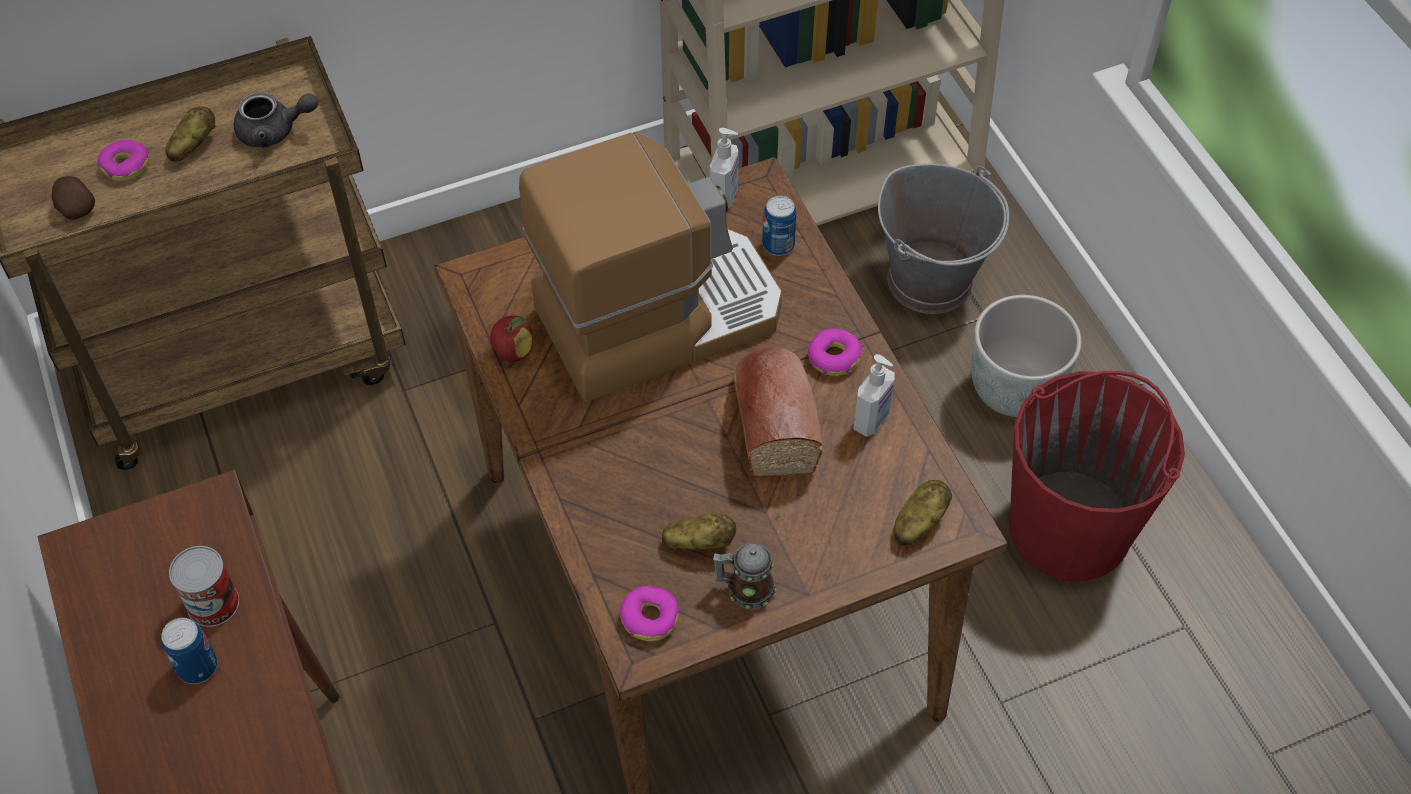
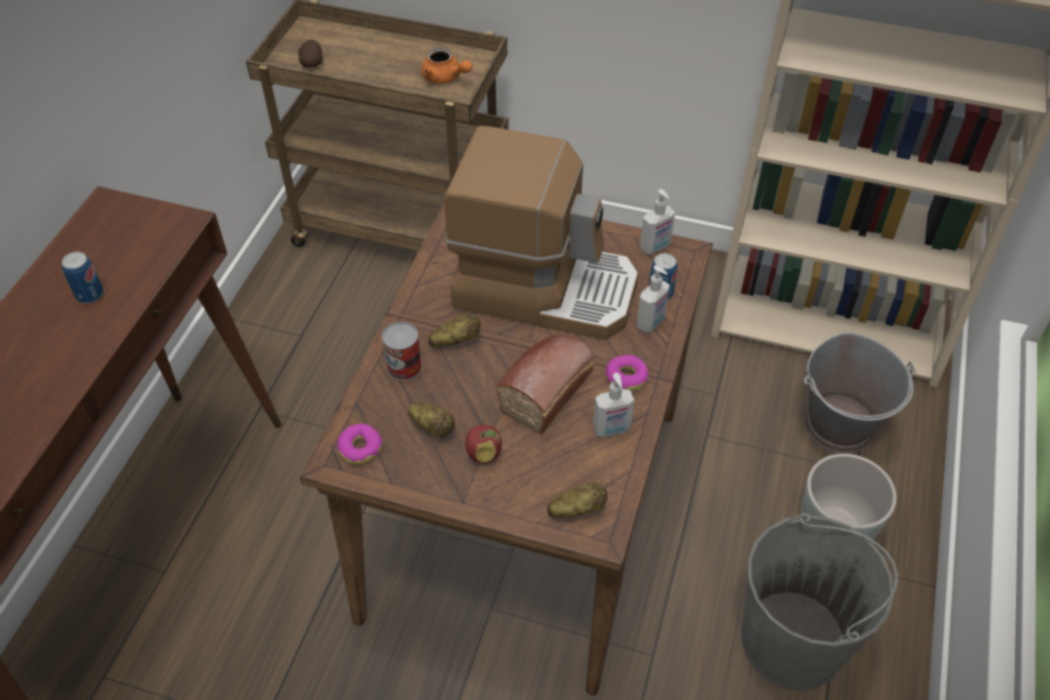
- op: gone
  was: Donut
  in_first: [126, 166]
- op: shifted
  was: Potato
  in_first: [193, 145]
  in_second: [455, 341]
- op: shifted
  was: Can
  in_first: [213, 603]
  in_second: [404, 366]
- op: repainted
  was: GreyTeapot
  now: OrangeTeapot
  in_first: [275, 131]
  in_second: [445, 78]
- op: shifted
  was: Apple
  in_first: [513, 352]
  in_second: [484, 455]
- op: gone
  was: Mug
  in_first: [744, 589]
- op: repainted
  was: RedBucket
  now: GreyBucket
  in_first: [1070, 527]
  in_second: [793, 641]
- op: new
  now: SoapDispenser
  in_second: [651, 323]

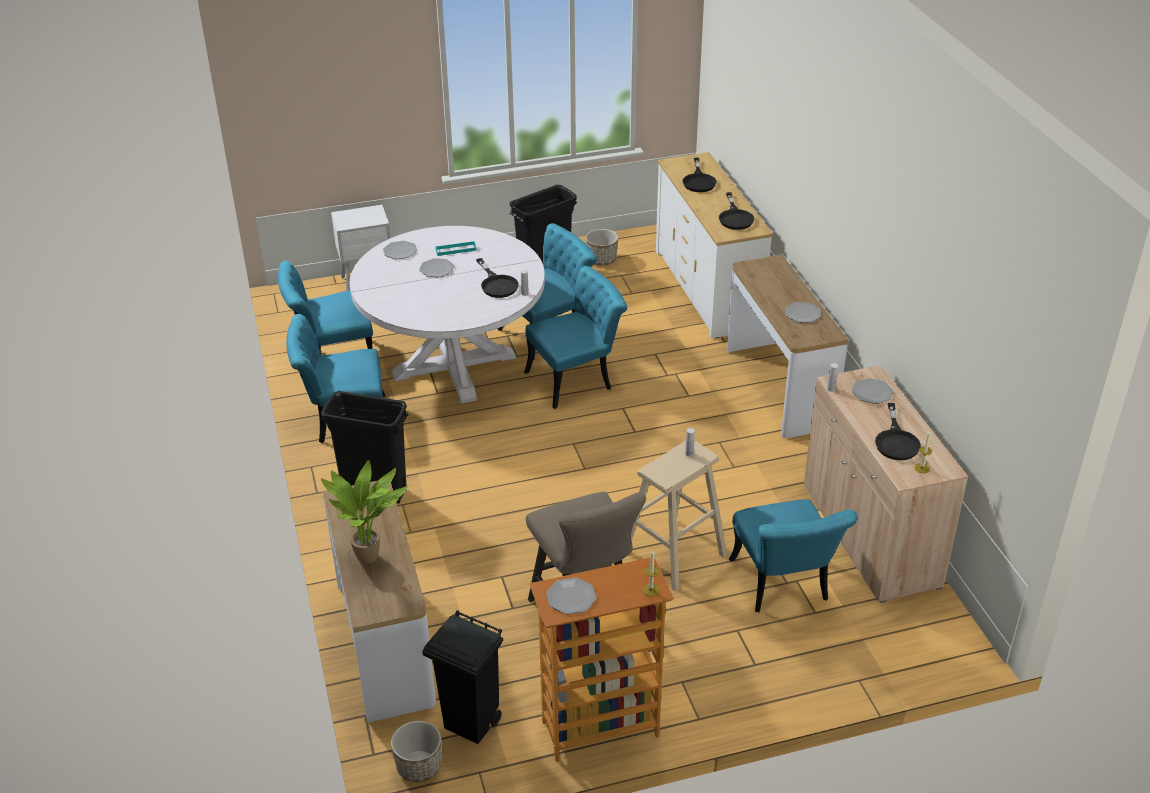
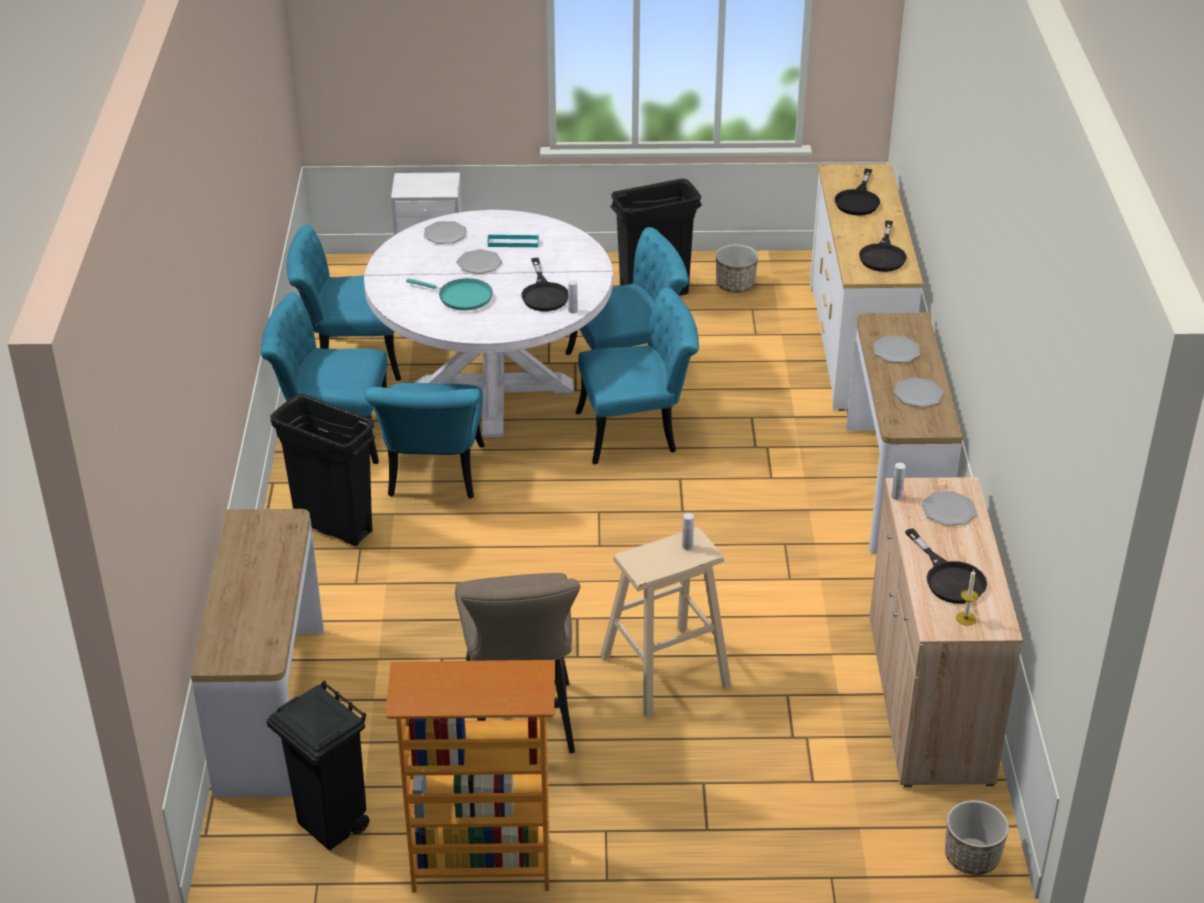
- op: gone
  was: PottedPlant
  in_first: [371, 556]
- op: shifted
  was: Planter
  in_first: [419, 766]
  in_second: [971, 857]
- op: shifted
  was: Plate
  in_first: [571, 597]
  in_second: [896, 351]
- op: gone
  was: Candle
  in_first: [651, 590]
- op: shifted
  was: TurquoiseChair
  in_first: [783, 587]
  in_second: [434, 479]
- op: rotated
  was: BlackFryingPan
  in_first: [896, 441]
  in_second: [949, 578]
  clockwise: -45
- op: new
  now: TurquoiseFryingPan
  in_second: [461, 297]

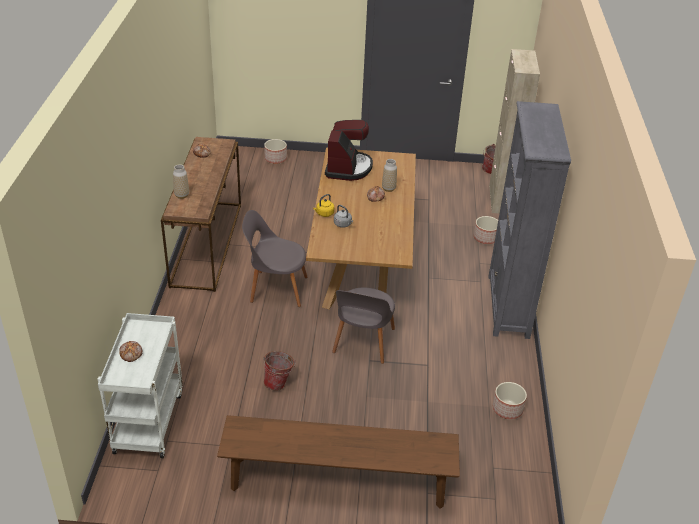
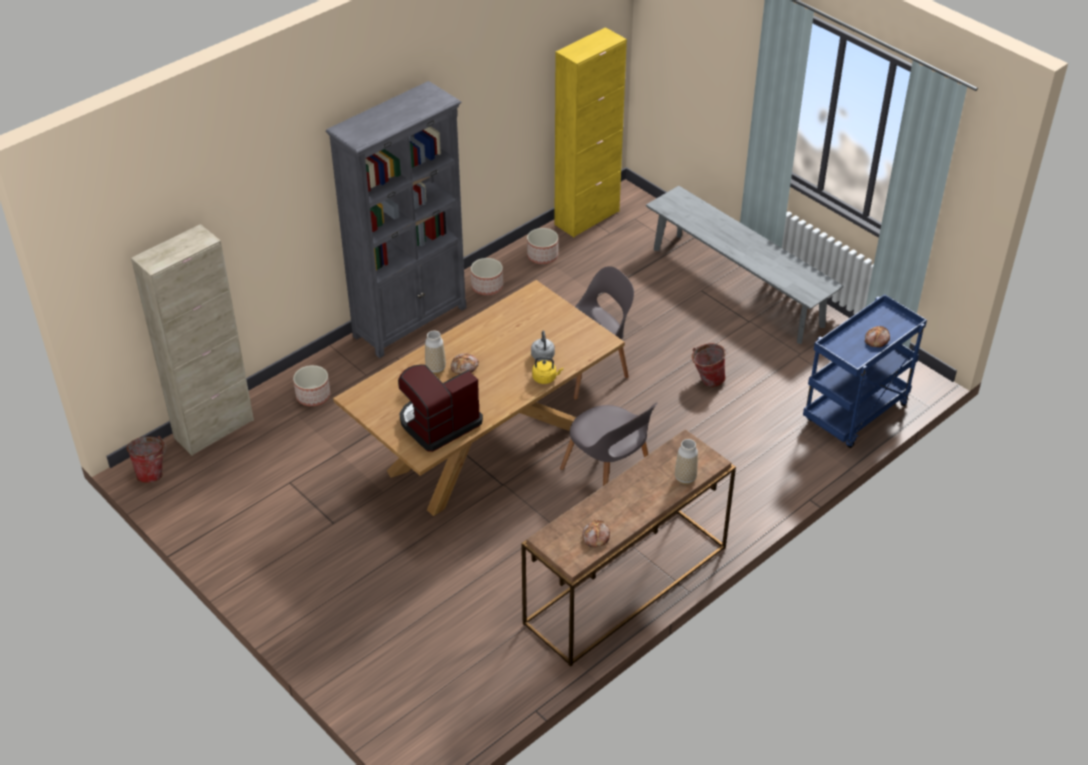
- op: repainted
  was: WhiteCart
  now: BlueCart
  in_first: [148, 421]
  in_second: [855, 415]
- op: repainted
  was: BrownBench
  now: GreyBench
  in_first: [338, 482]
  in_second: [737, 287]
- op: shifted
  was: Planter
  in_first: [275, 159]
  in_second: [487, 286]
- op: new
  now: YellowCabinet
  in_second: [587, 218]

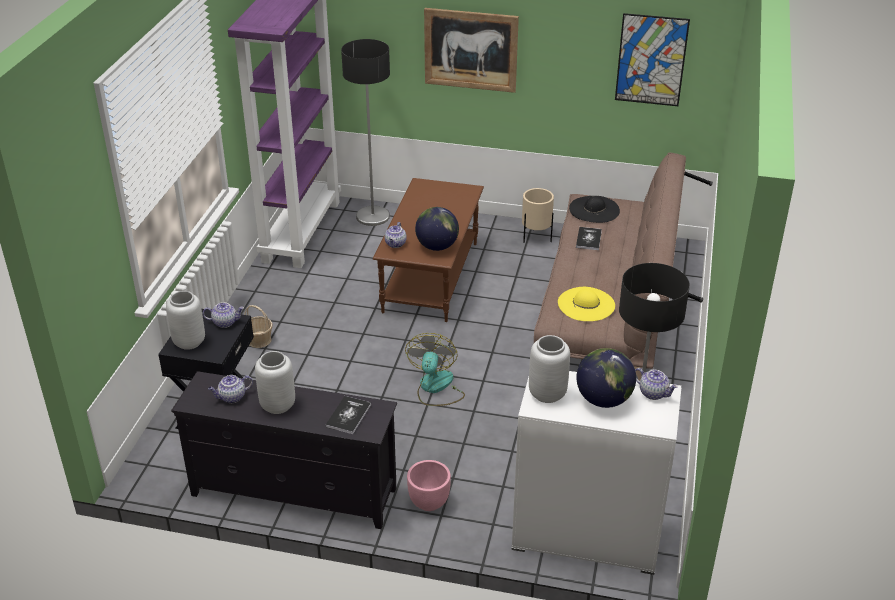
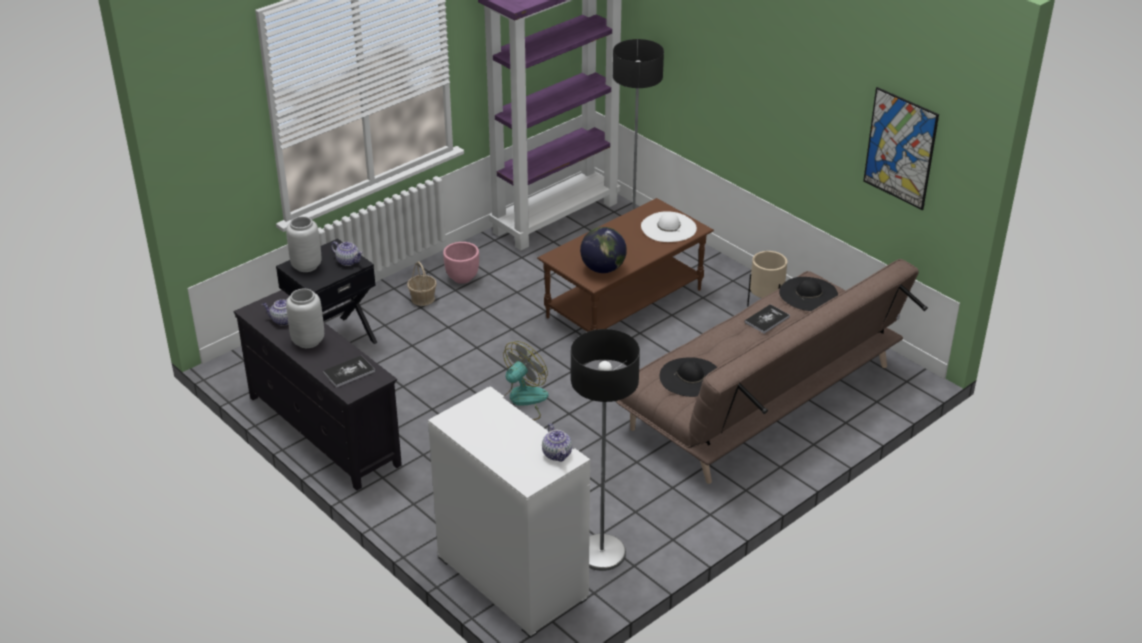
- op: gone
  was: Teapot
  in_first: [395, 244]
- op: shifted
  was: PinkPlanter
  in_first: [428, 503]
  in_second: [462, 278]
- op: gone
  was: Picture
  in_first: [470, 50]
- op: gone
  was: GreyVase
  in_first: [548, 394]
- op: repainted
  was: YellowHat
  now: BlackHat
  in_first: [586, 304]
  in_second: [690, 377]
- op: gone
  was: Globe
  in_first: [603, 400]
- op: new
  now: WhiteHat
  in_second: [668, 227]

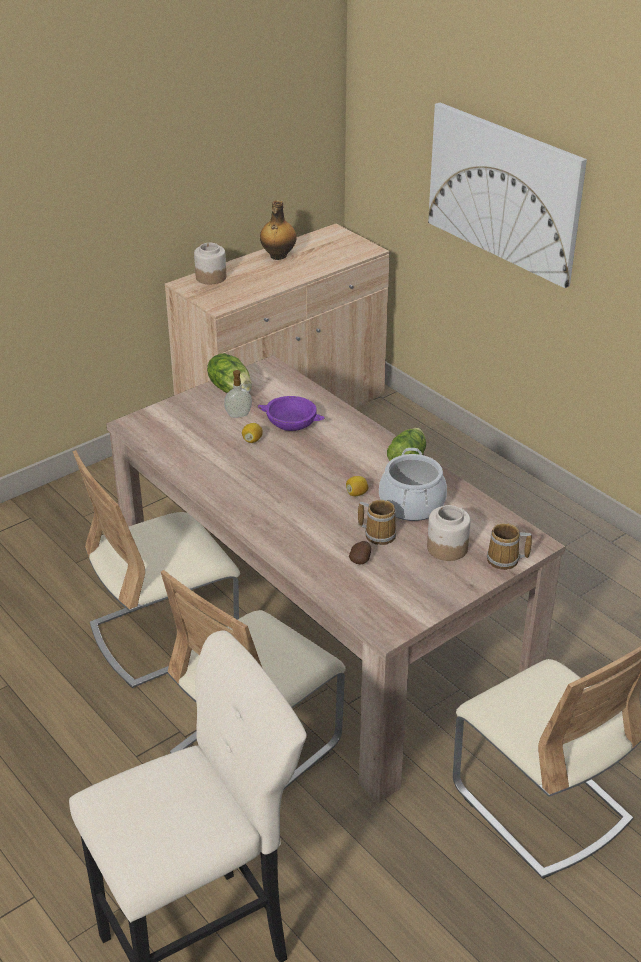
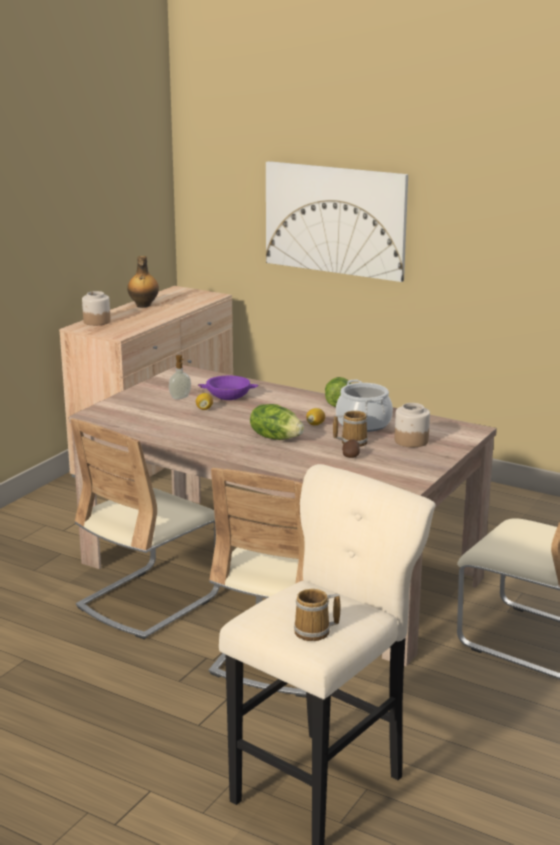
- op: shifted
  was: Lettuce
  in_first: [231, 389]
  in_second: [276, 437]
- op: shifted
  was: Mug
  in_first: [505, 560]
  in_second: [315, 631]

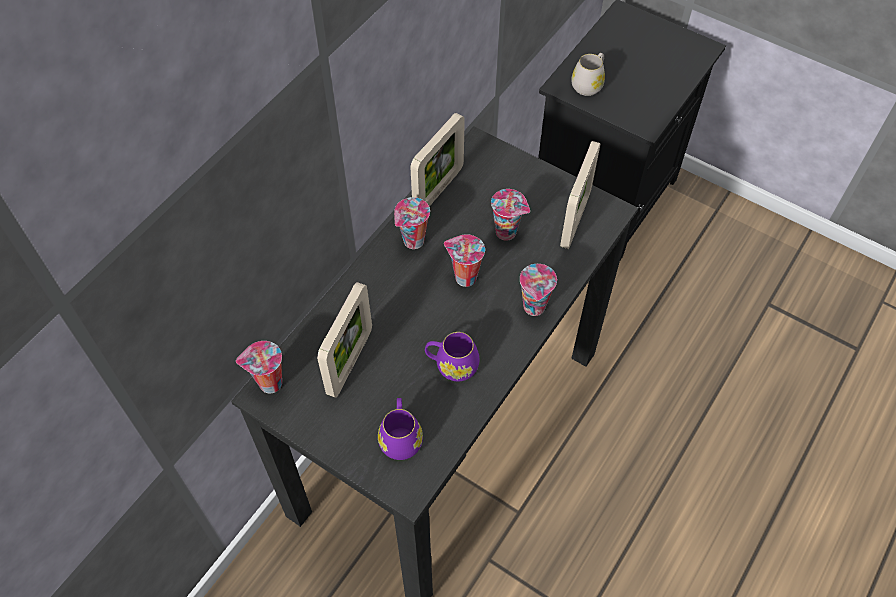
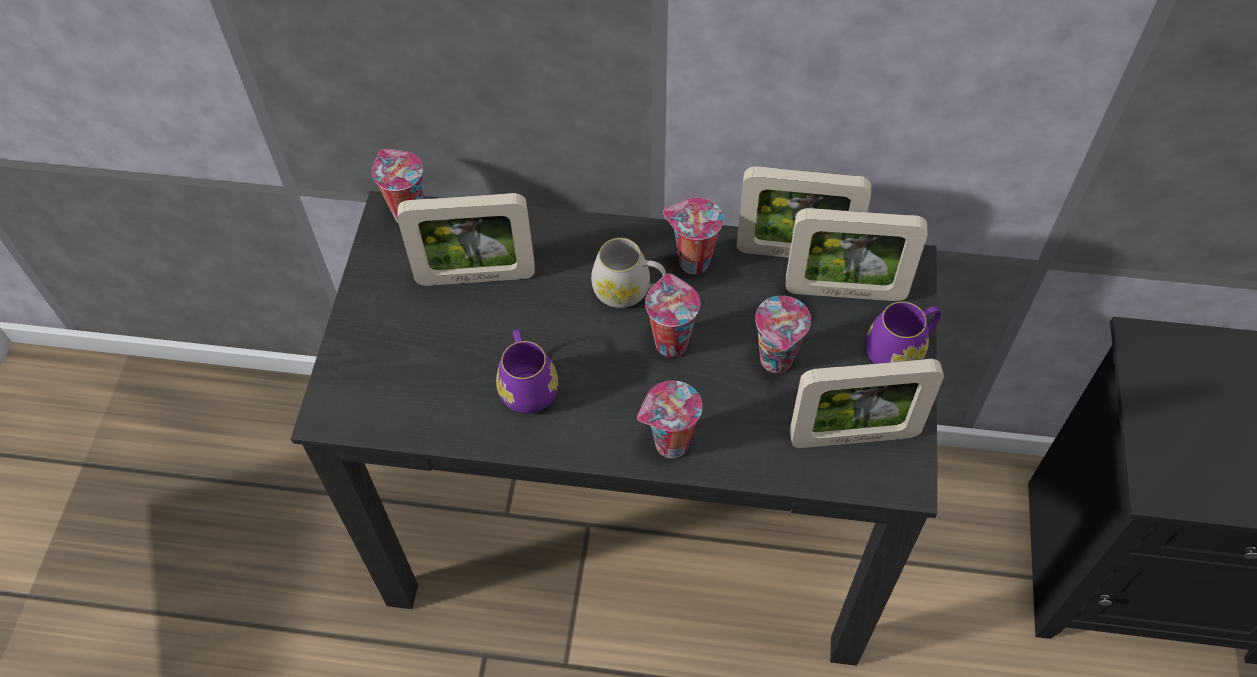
- op: shifted
  was: PurpleMug
  in_first: [400, 437]
  in_second: [900, 350]
- op: shifted
  was: WhiteMug
  in_first: [589, 84]
  in_second: [629, 291]
- op: new
  now: PictureFrame
  in_second: [845, 292]

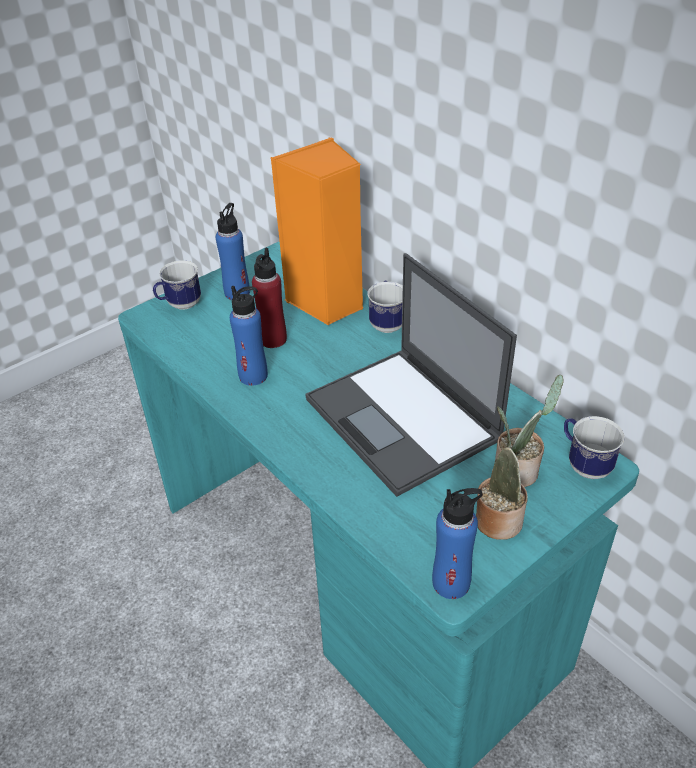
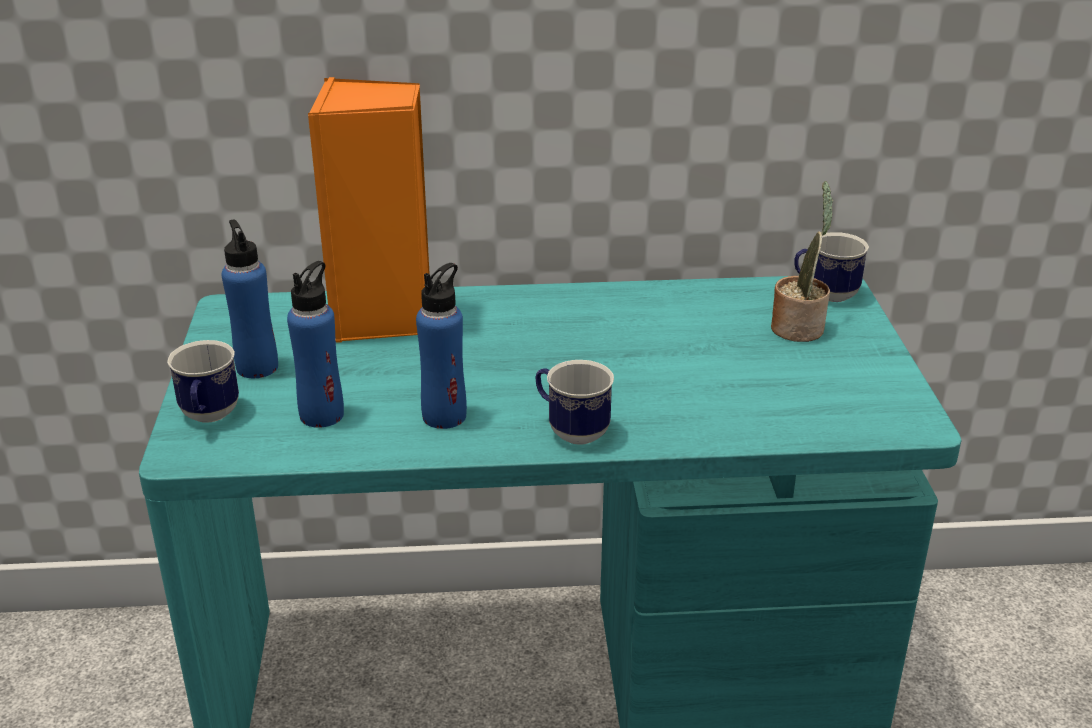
- op: gone
  was: RedBottle
  in_first: [273, 339]
- op: gone
  was: Laptop
  in_first: [404, 420]
- op: shifted
  was: Mug
  in_first: [387, 322]
  in_second: [571, 430]
- op: shifted
  was: BlueBottle
  in_first: [451, 583]
  in_second: [322, 415]
- op: gone
  was: PottedPlant
  in_first: [497, 518]

